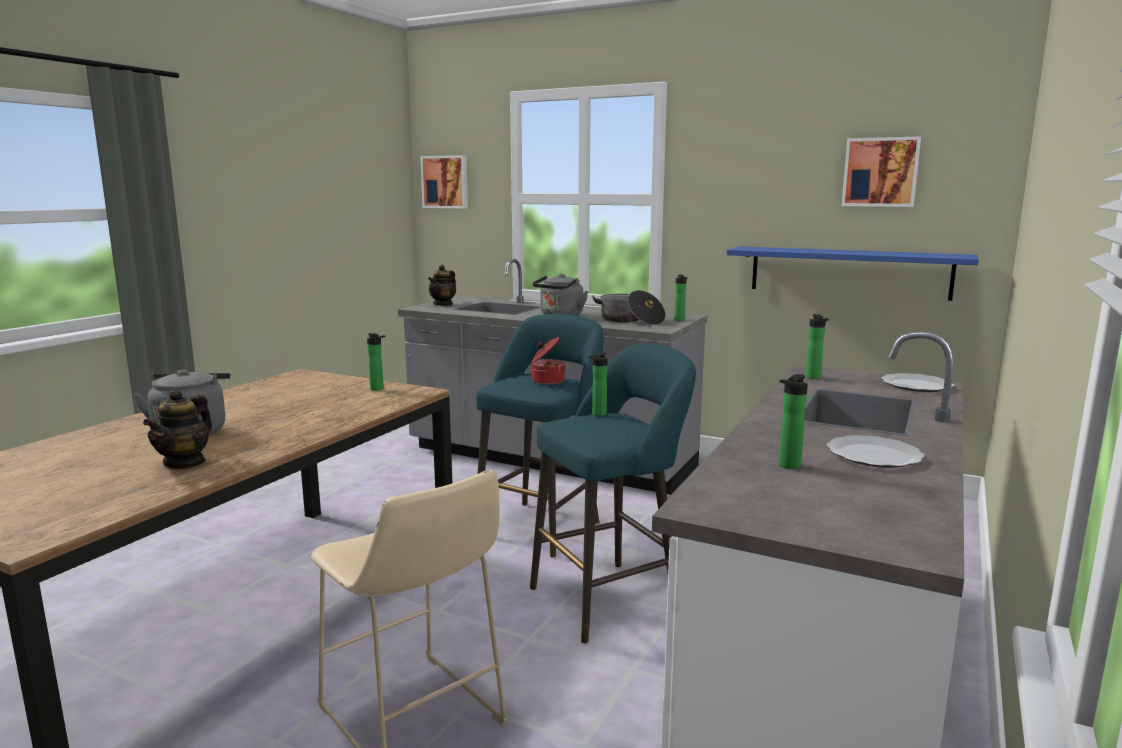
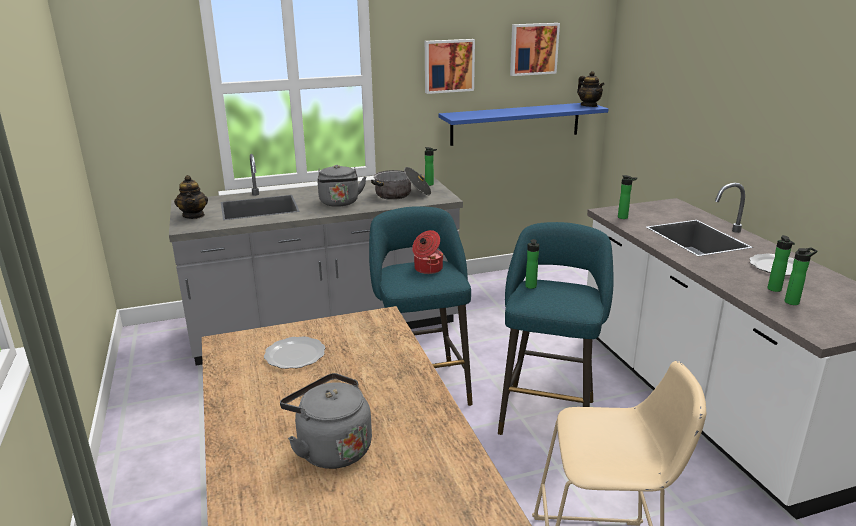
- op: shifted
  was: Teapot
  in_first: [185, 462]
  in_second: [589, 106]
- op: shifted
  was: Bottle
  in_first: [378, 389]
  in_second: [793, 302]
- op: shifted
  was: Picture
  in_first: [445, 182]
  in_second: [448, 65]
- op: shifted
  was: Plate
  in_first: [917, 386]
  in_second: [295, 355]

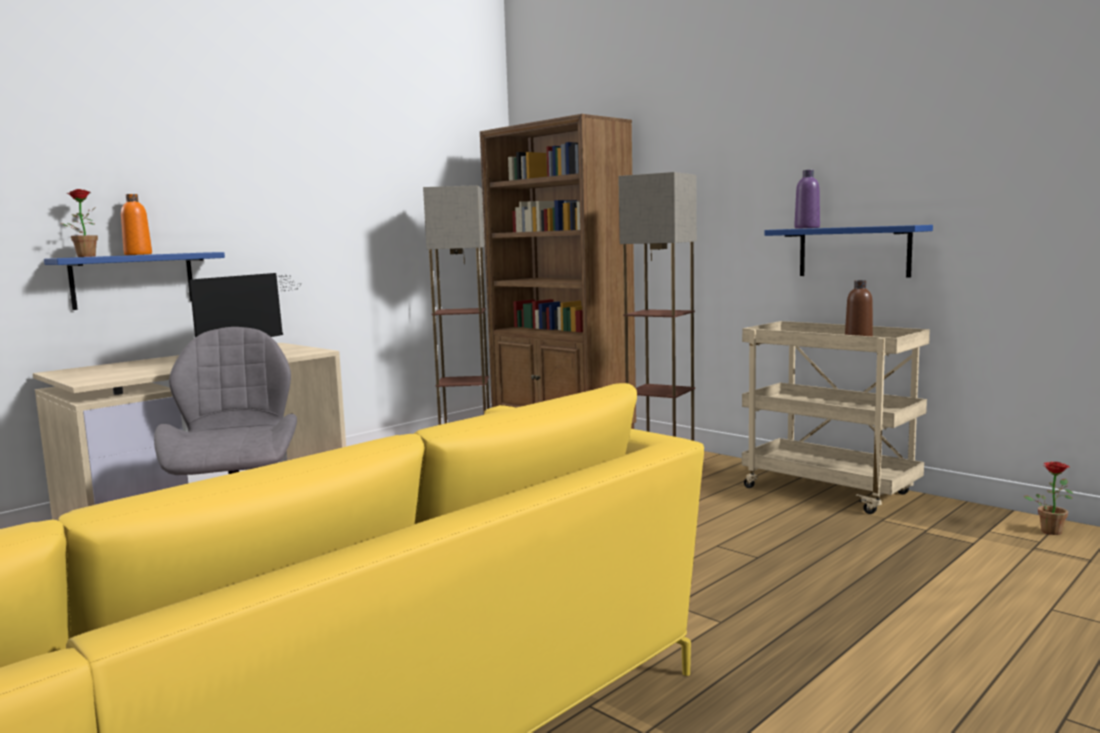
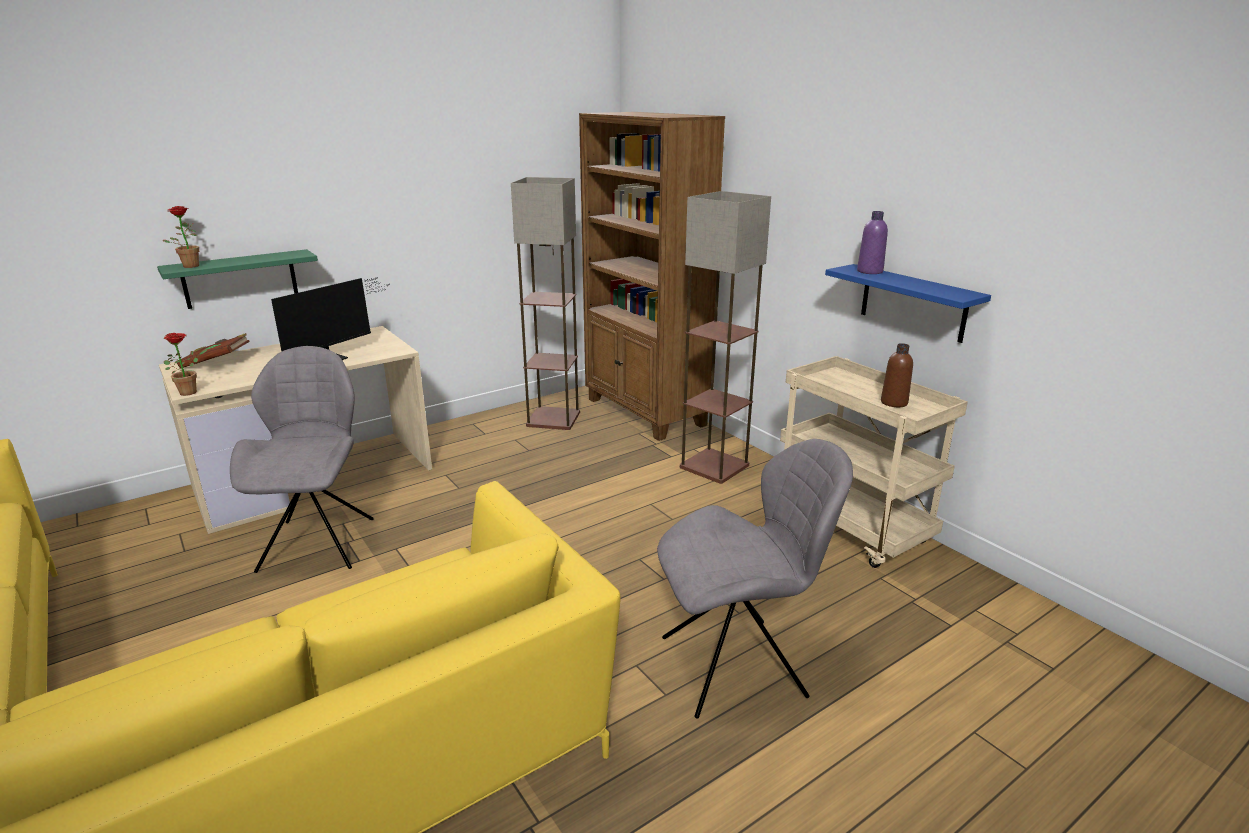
- op: repainted
  was: BlueShelf
  now: GreenShelf
  in_first: [133, 280]
  in_second: [240, 279]
- op: gone
  was: OrangeBottle
  in_first: [138, 254]
- op: shifted
  was: PottedPlant
  in_first: [1051, 530]
  in_second: [192, 391]
- op: new
  now: BrownBook
  in_second: [217, 363]
- op: new
  now: GreyChair
  in_second: [738, 666]

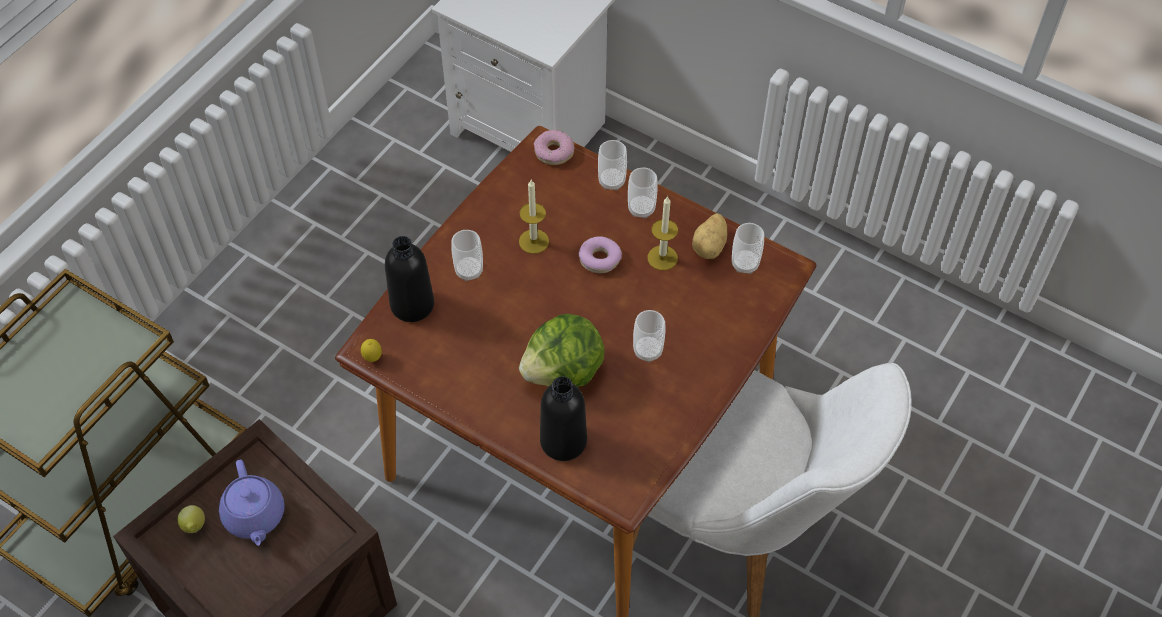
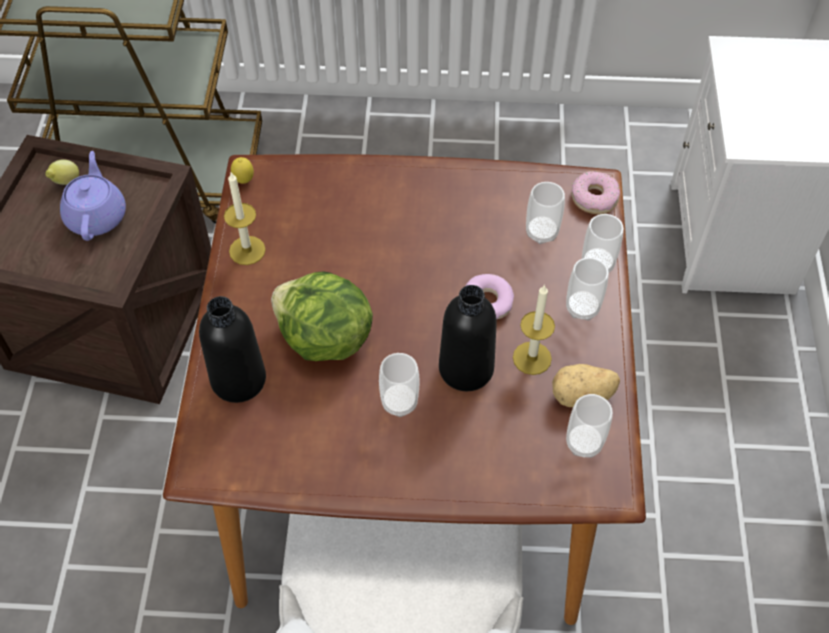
- op: rotated
  was: PurpleTeapot
  in_first: [254, 516]
  in_second: [97, 216]
  clockwise: 135
- op: shifted
  was: BlackBottle
  in_first: [412, 304]
  in_second: [466, 368]
- op: shifted
  was: Cup
  in_first: [469, 271]
  in_second: [541, 232]
- op: shifted
  was: Candle
  in_first: [534, 241]
  in_second: [247, 250]

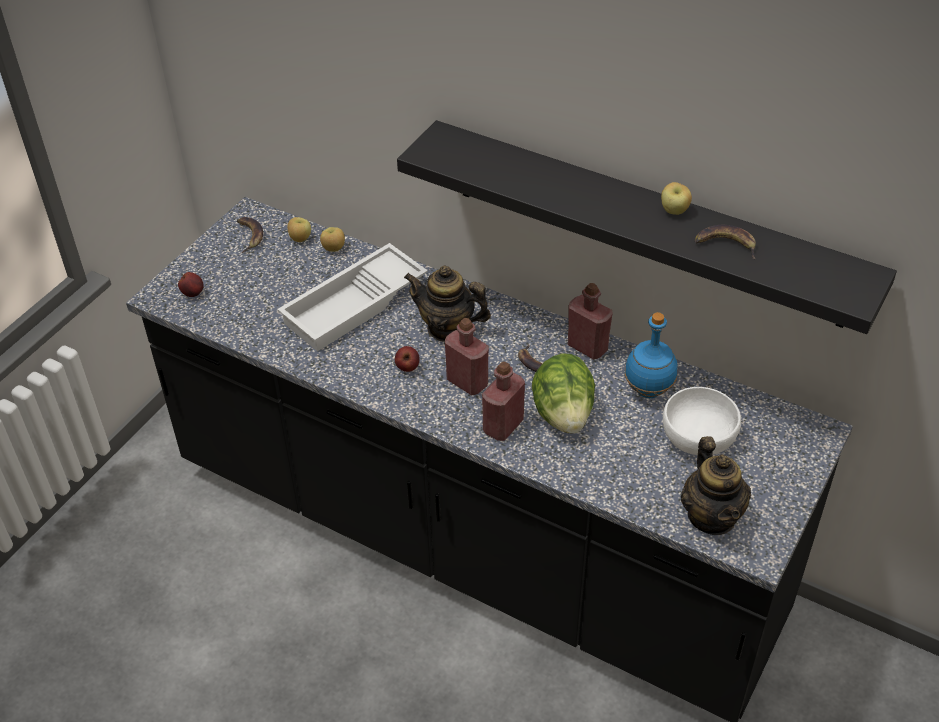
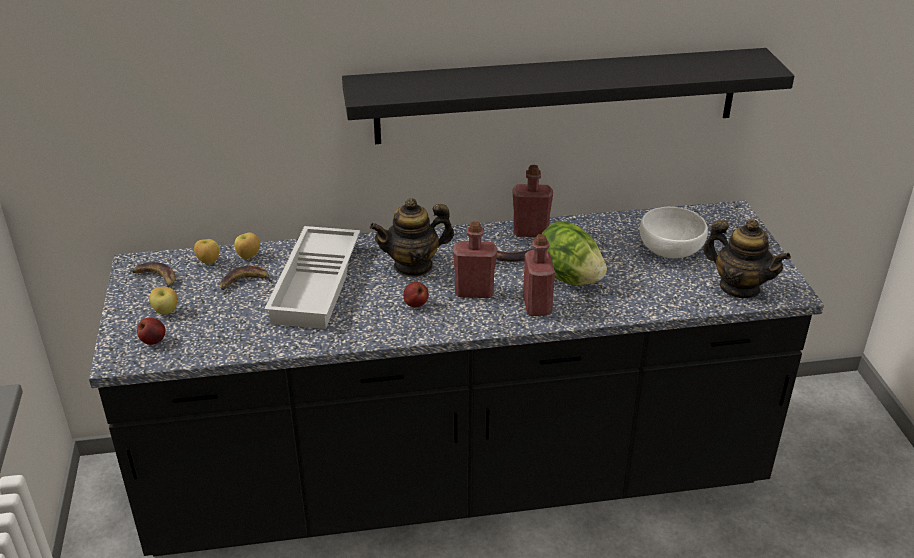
- op: gone
  was: BlueBottle
  in_first: [647, 390]
- op: shifted
  was: Apple
  in_first: [674, 211]
  in_second: [166, 311]
- op: shifted
  was: Banana
  in_first: [725, 244]
  in_second: [245, 282]

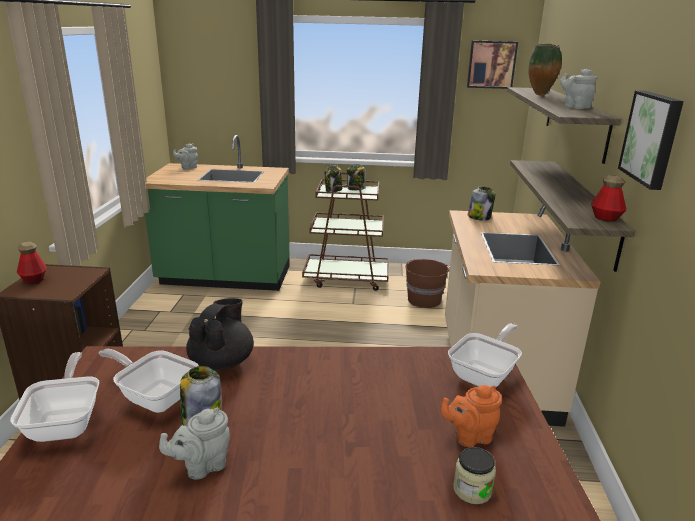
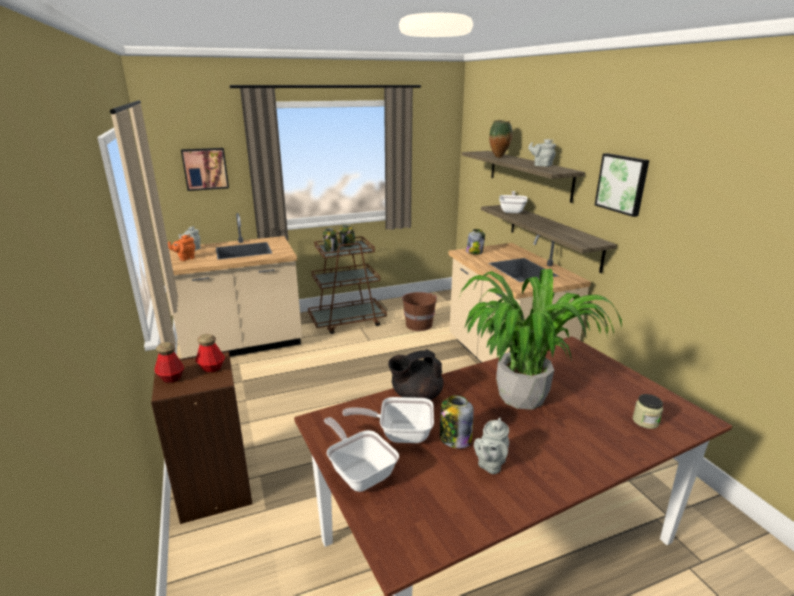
- op: repainted
  was: GreenCounter
  now: BeigeCounter
  in_first: [225, 277]
  in_second: [242, 344]
- op: rotated
  was: BlackTeapot
  in_first: [222, 362]
  in_second: [416, 396]
  clockwise: -105
- op: shifted
  was: OrangeTeapot
  in_first: [469, 436]
  in_second: [185, 258]
- op: shifted
  was: FryingPan
  in_first: [485, 374]
  in_second: [512, 211]
- op: shifted
  was: Picture
  in_first: [491, 64]
  in_second: [205, 168]
- op: shifted
  was: Bottle
  in_first: [605, 218]
  in_second: [212, 368]
- op: new
  now: PottedPlant
  in_second: [520, 396]

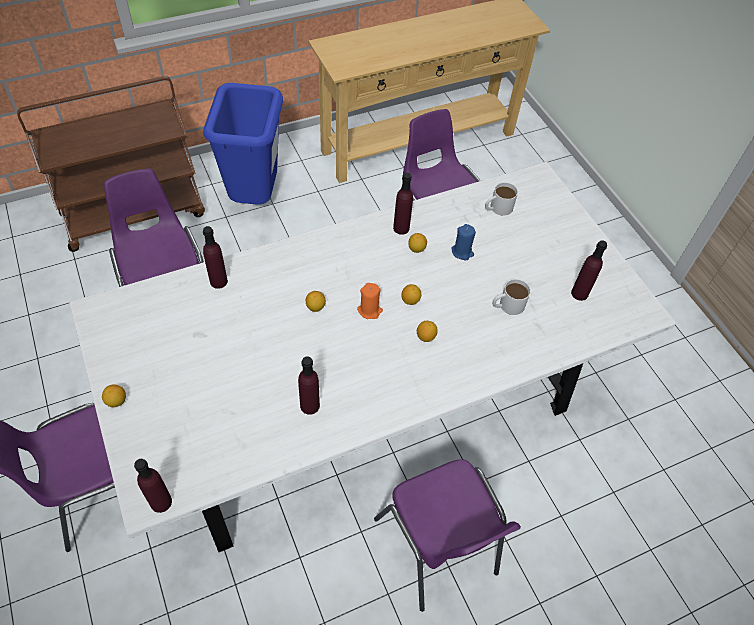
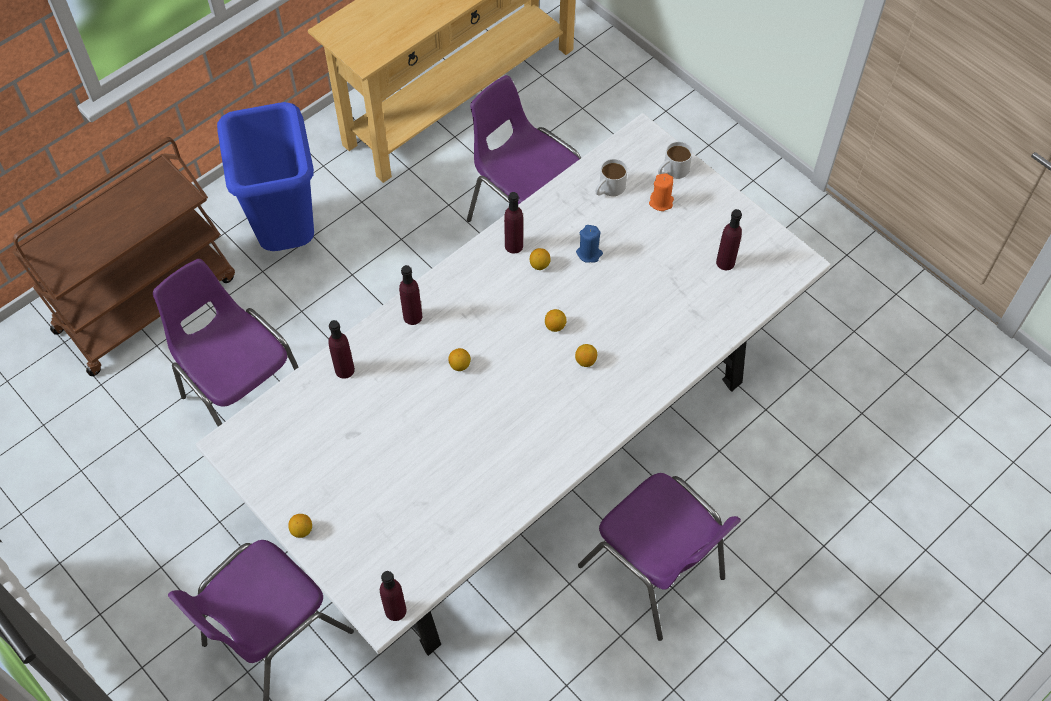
- op: shifted
  was: PurpleBottle
  in_first: [310, 405]
  in_second: [412, 316]
- op: shifted
  was: OrangeCandle
  in_first: [369, 310]
  in_second: [661, 202]
- op: shifted
  was: WhiteMug
  in_first: [507, 305]
  in_second: [672, 171]

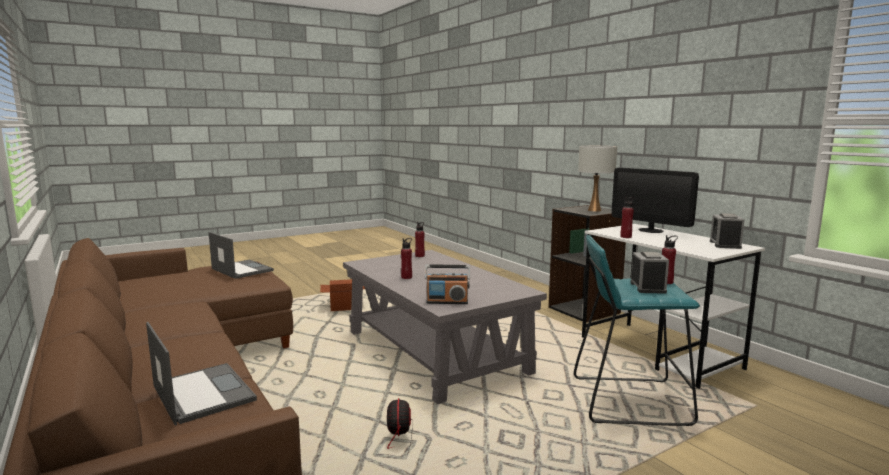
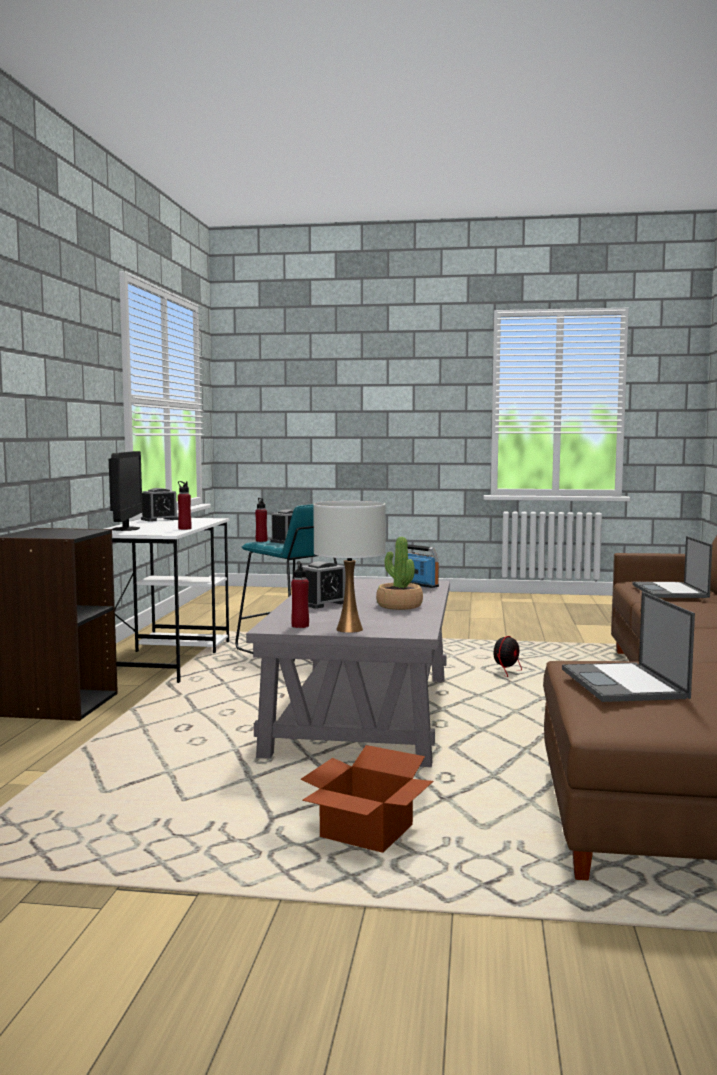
- op: swapped
  was: RedBottle
  now: PottedPlant
  in_first: [406, 277]
  in_second: [399, 606]
- op: shifted
  was: WhiteTableLamp
  in_first: [594, 210]
  in_second: [349, 629]
- op: new
  now: AlarmClock
  in_second: [322, 603]

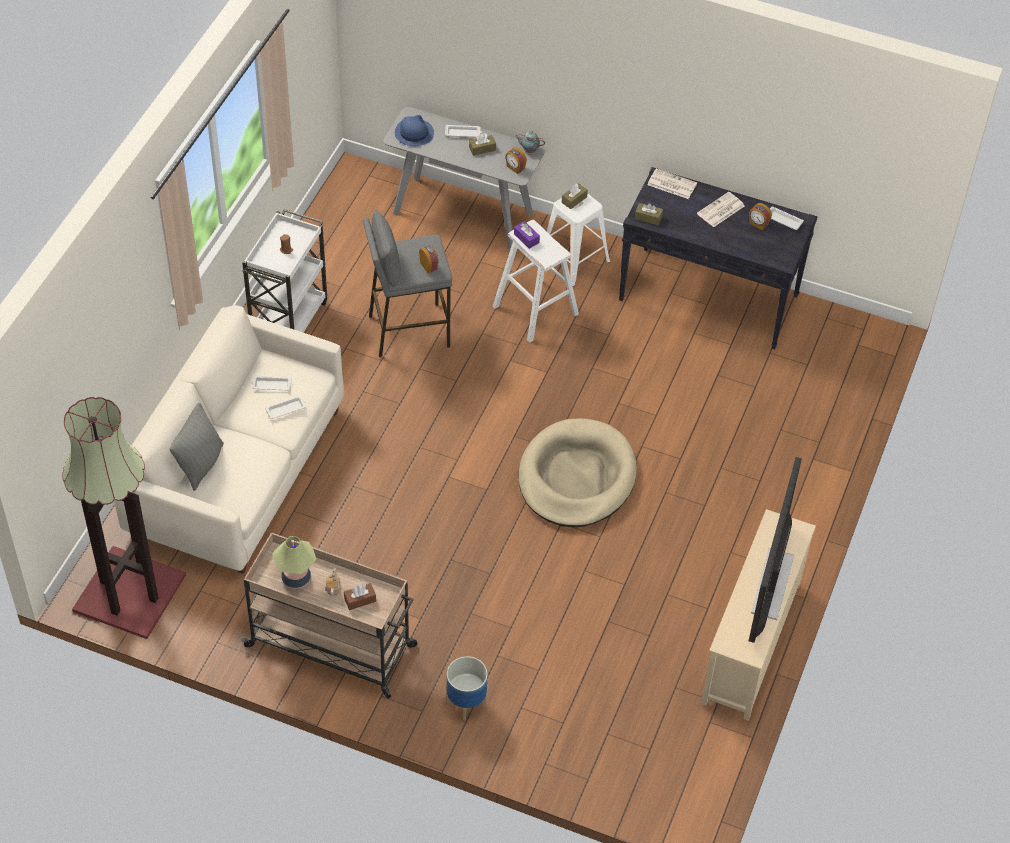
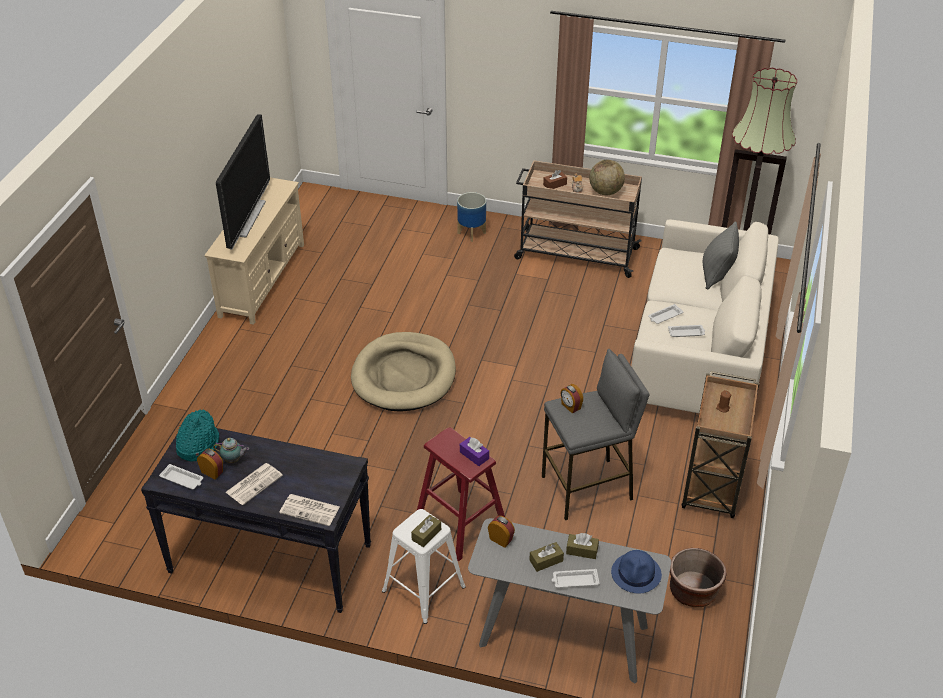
- op: repainted
  was: WhiteCart
  now: BrownCart
  in_first: [289, 319]
  in_second: [711, 487]
- op: swapped
  was: TableLamp
  now: Globe
  in_first: [296, 578]
  in_second: [605, 192]
- op: repainted
  was: WhiteStool
  now: RedStool
  in_first: [535, 310]
  in_second: [460, 524]
- op: shifted
  was: Teapot
  in_first: [529, 150]
  in_second: [233, 460]
- op: shifted
  was: BrownTissueBox
  in_first: [648, 217]
  in_second: [582, 550]
- op: new
  now: TurquoiseHat
  in_second: [197, 445]
- op: new
  now: BrownPlanter
  in_second: [693, 592]

